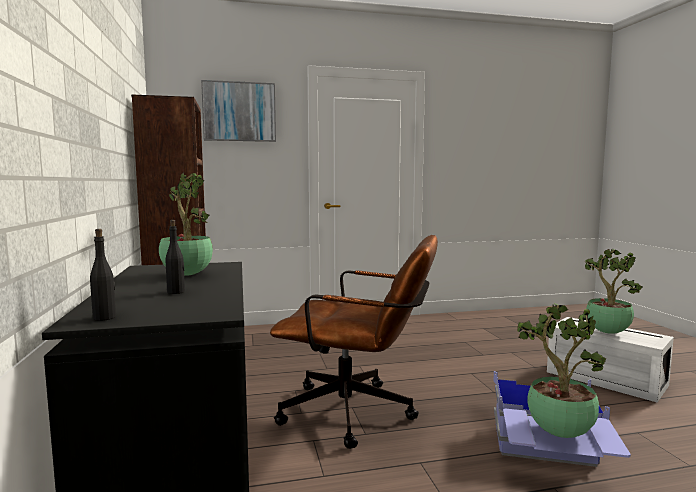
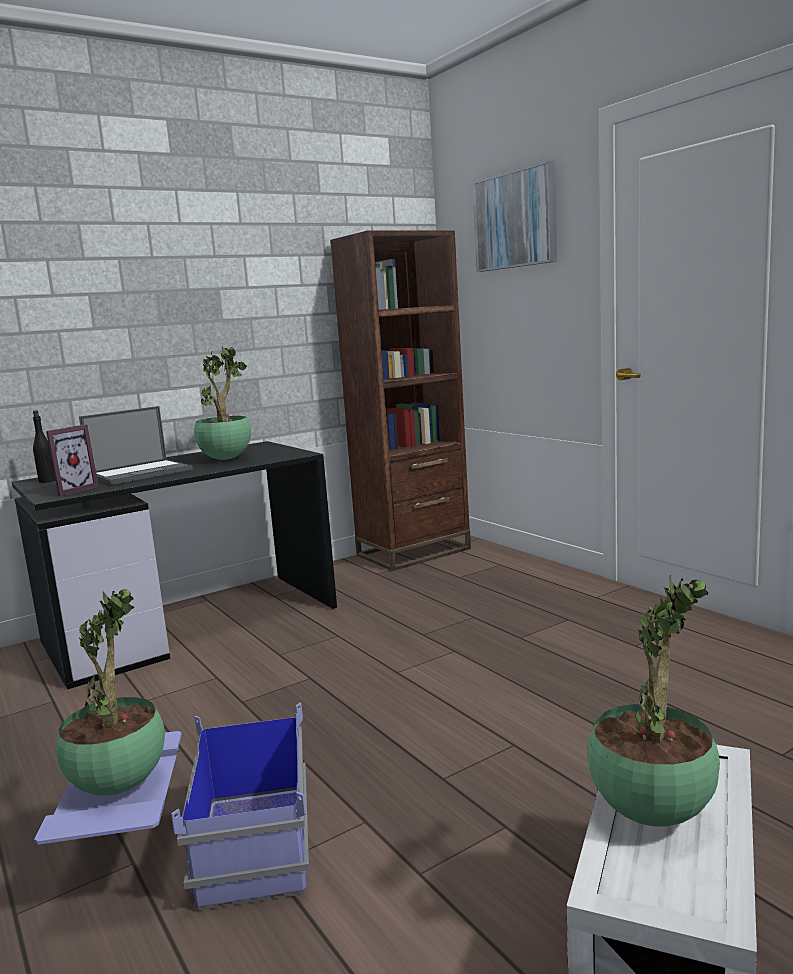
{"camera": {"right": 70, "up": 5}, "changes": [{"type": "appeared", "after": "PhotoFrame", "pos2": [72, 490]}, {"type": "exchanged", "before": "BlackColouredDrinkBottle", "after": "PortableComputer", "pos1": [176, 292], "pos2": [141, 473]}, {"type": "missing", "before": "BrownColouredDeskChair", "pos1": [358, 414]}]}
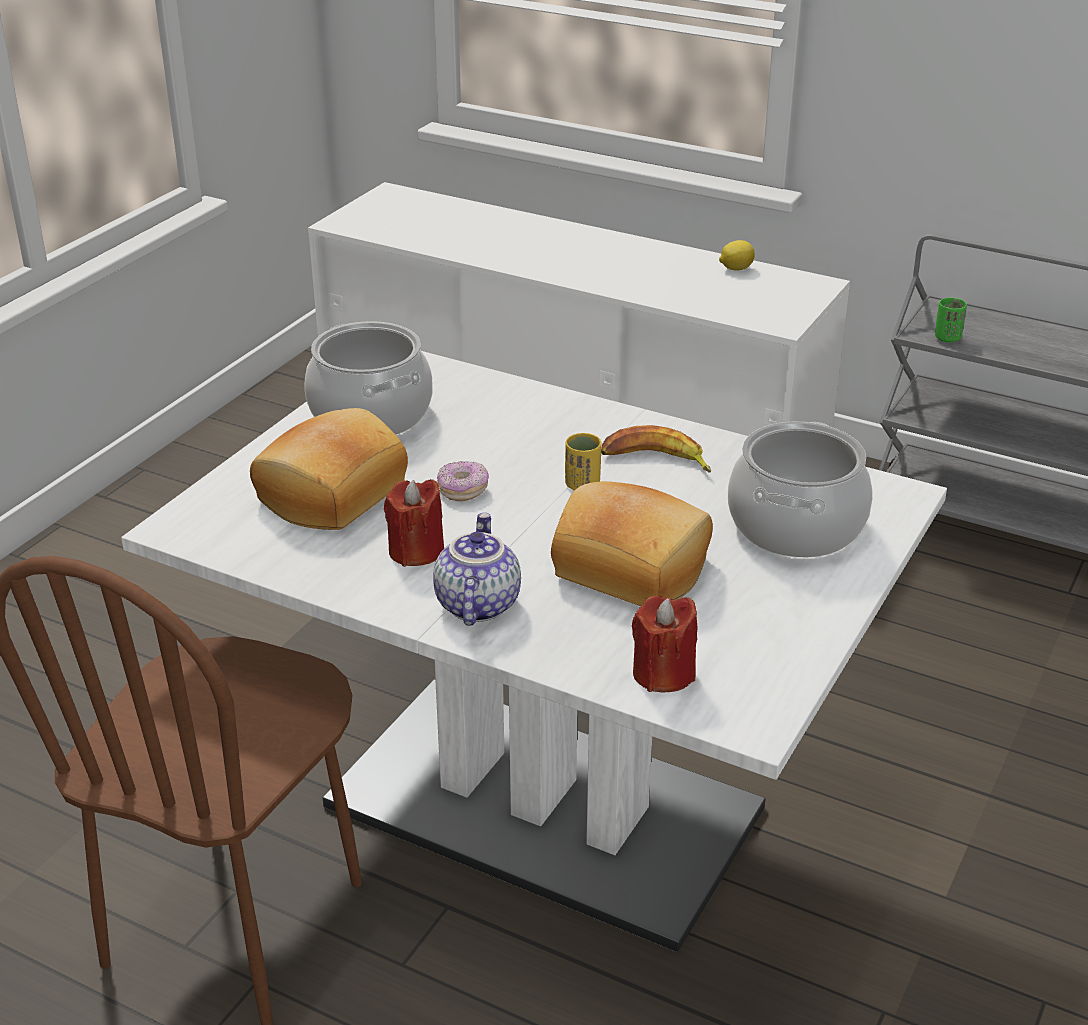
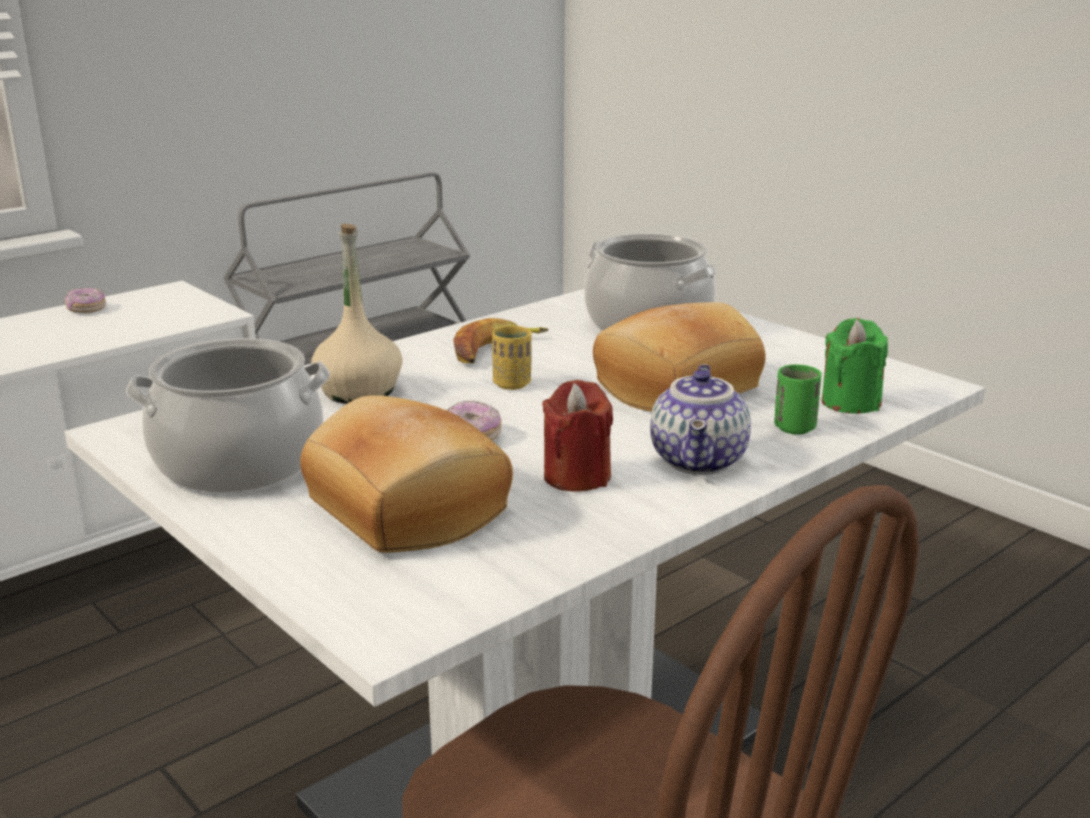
{"camera": {"right": -70, "up": -10}, "changes": [{"type": "exchanged", "before": "Lemon", "after": "Donut", "pos1": [735, 269], "pos2": [86, 309]}, {"type": "appeared", "after": "BeigeDrinkBottle", "pos2": [359, 392]}, {"type": "spun", "before": "PotForTea", "pos1": [475, 604], "pos2": [700, 461], "turn": -105}, {"type": "relocated", "before": "GreenishDrinkingCup", "pos1": [947, 338], "pos2": [794, 428]}, {"type": "colour", "before": "RedColouredCandle", "after": "GreenishCandle", "pos1": [663, 674], "pos2": [850, 402]}]}
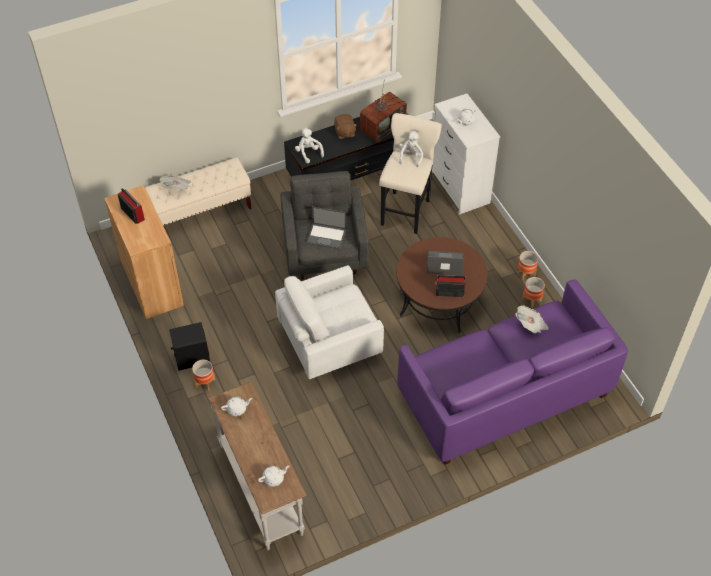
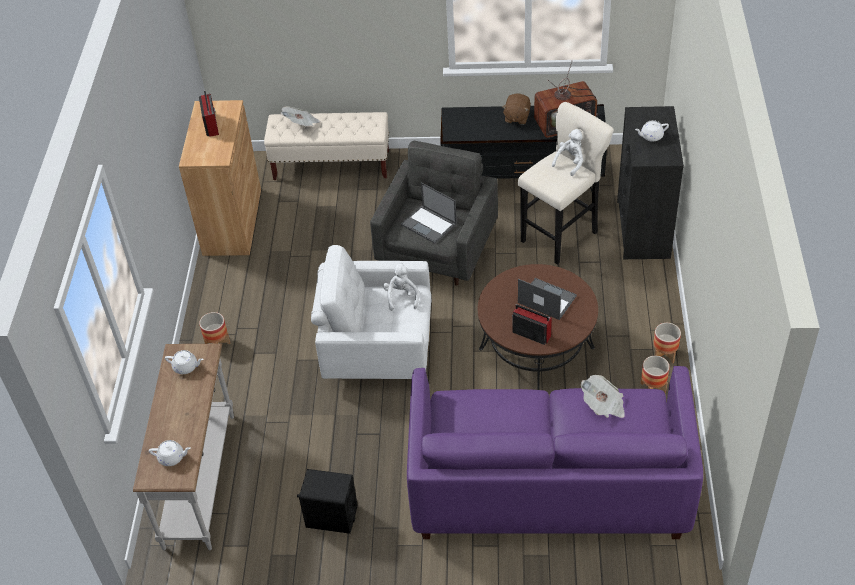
{"camera": {"right": 30, "up": -5}, "changes": [{"type": "relocated", "before": "BlackColouredSpeaker", "pos1": [192, 358], "pos2": [331, 517]}, {"type": "relocated", "before": "WhiteColouredCuddlyToy", "pos1": [308, 153], "pos2": [401, 297]}, {"type": "colour", "before": "WhiteColouredDrawerChest", "after": "BlackColouredDrawerChest", "pos1": [459, 187], "pos2": [642, 229]}]}
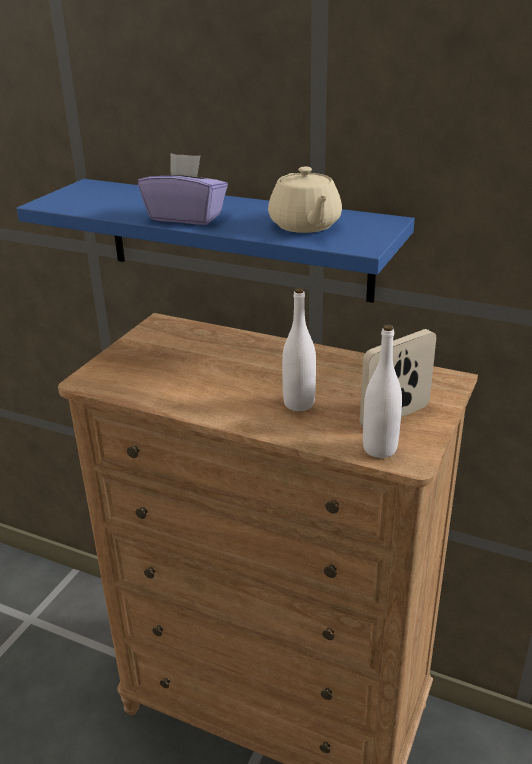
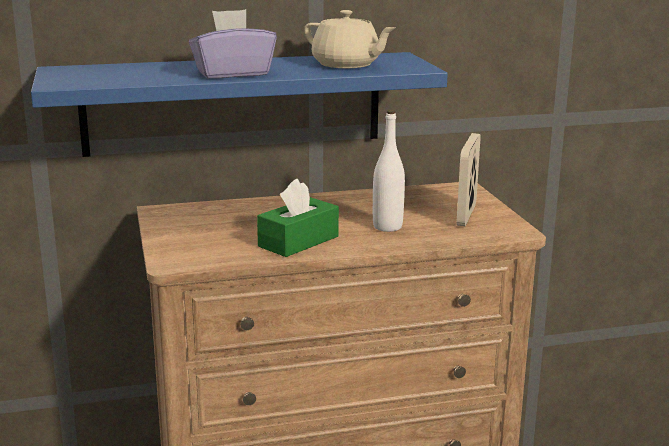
{"camera": {"right": -40, "up": -10}, "changes": [{"type": "appeared", "after": "GreenishBoxOfTissues", "pos2": [298, 241]}, {"type": "missing", "before": "WhiteColouredDrinkBottle", "pos1": [379, 449]}]}
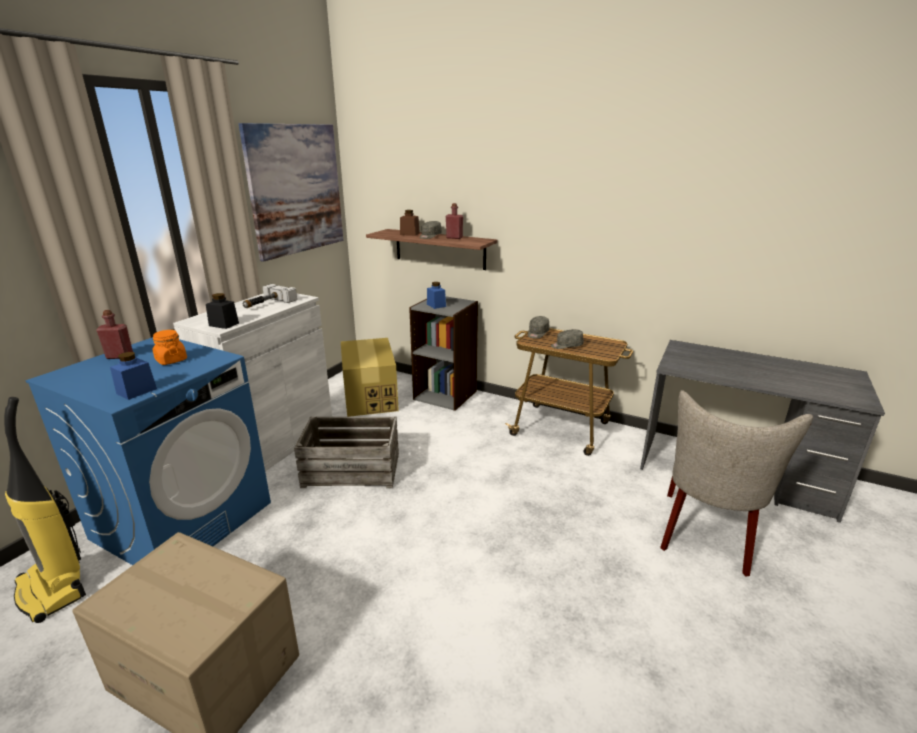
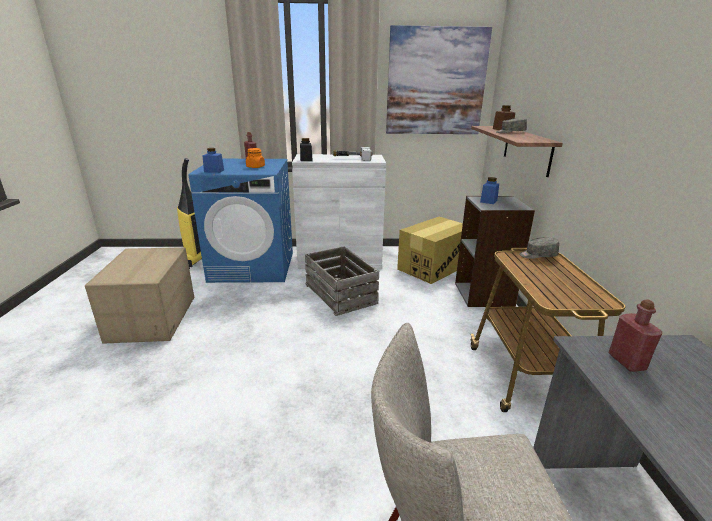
{"camera": {"right": 60, "up": 0}, "changes": [{"type": "relocated", "before": "RedColouredDrinkBottle", "pos1": [454, 238], "pos2": [626, 362]}, {"type": "missing", "before": "GreyBaseballCap", "pos1": [566, 346]}]}
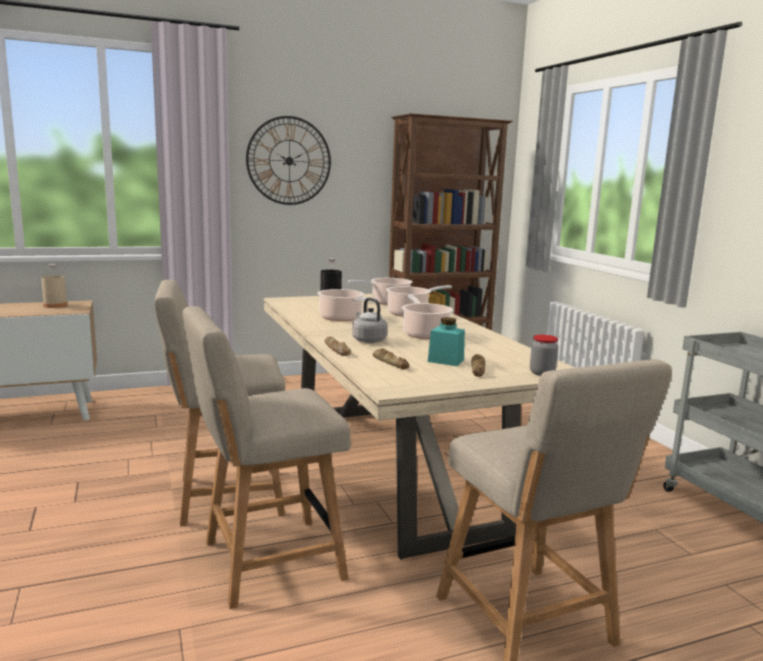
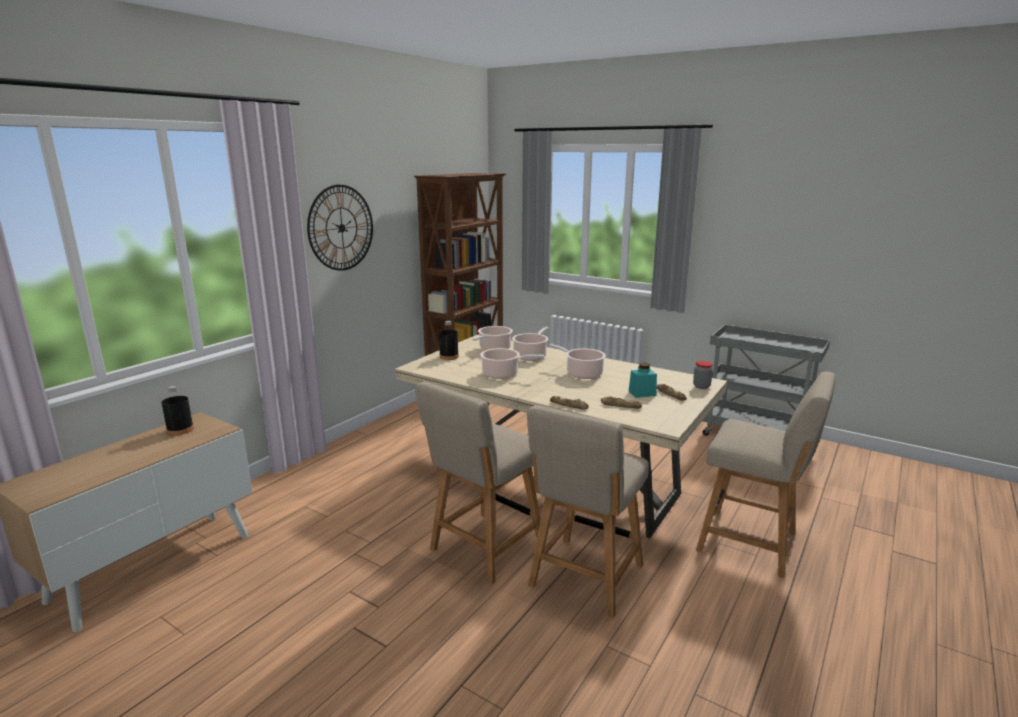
{"camera": {"right": -35, "up": 5}, "changes": [{"type": "colour", "before": "BeigeDrinkBottle", "after": "BlackColouredDrinkBottle", "pos1": [55, 305], "pos2": [180, 430]}, {"type": "missing", "before": "GreyWaterKettle", "pos1": [368, 340]}]}
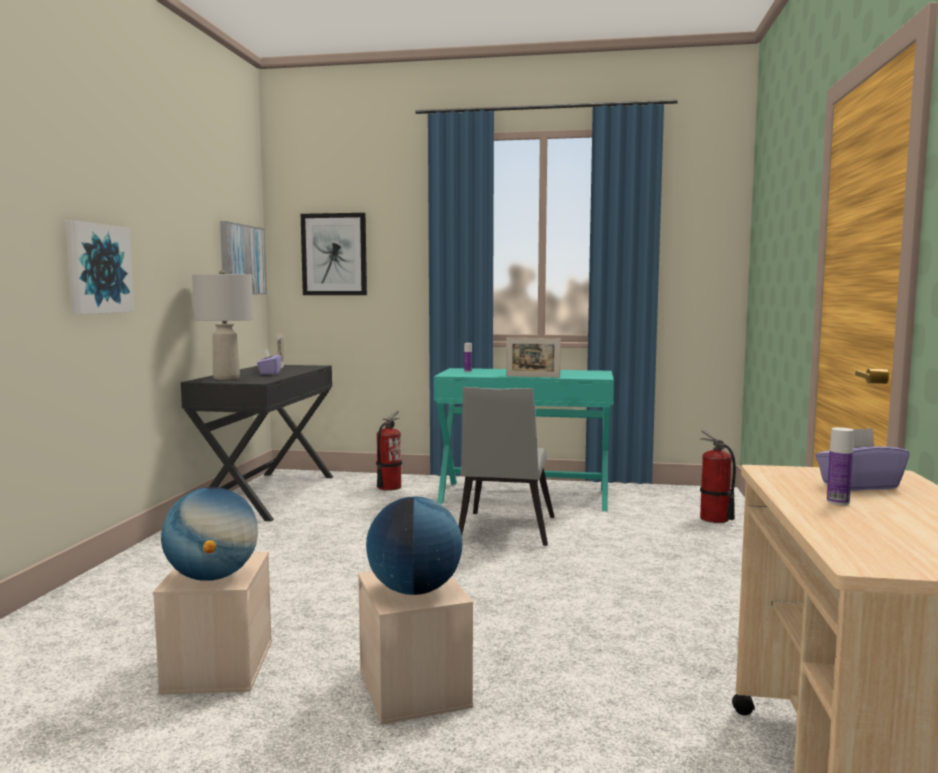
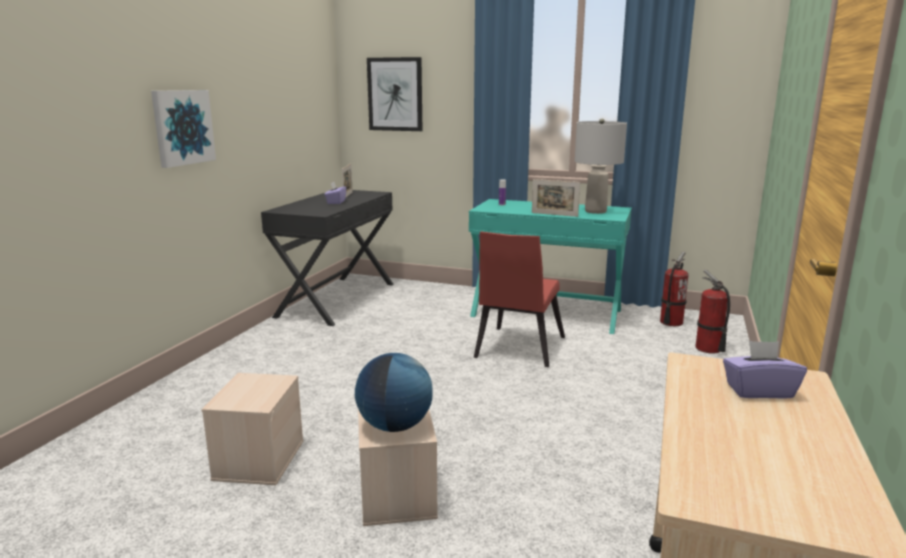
{"camera": {"right": 10, "up": 10}, "changes": [{"type": "colour", "before": "GreyChair", "after": "RedColouredChair", "pos1": [504, 531], "pos2": [517, 349]}, {"type": "relocated", "before": "GreyTabletopLamp", "pos1": [227, 378], "pos2": [596, 211]}, {"type": "relocated", "before": "Extinguisher", "pos1": [388, 487], "pos2": [670, 322]}, {"type": "missing", "before": "WorldGlobe", "pos1": [212, 577]}, {"type": "missing", "before": "WallPicture", "pos1": [242, 259]}, {"type": "missing", "before": "DrinkBottle", "pos1": [837, 502]}]}
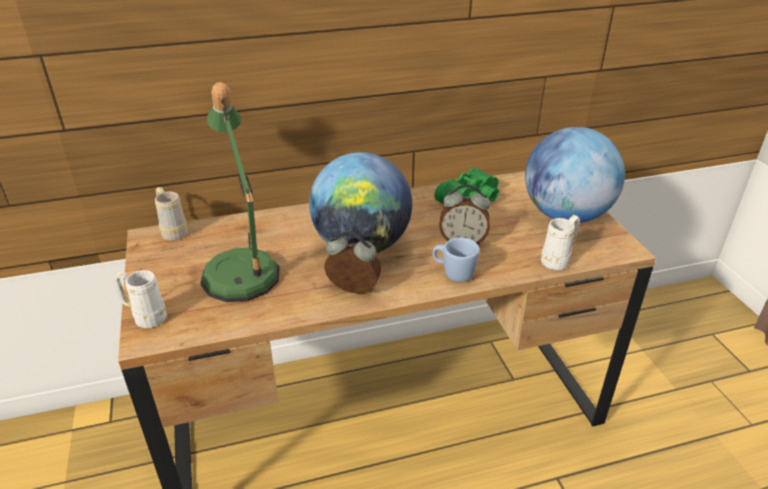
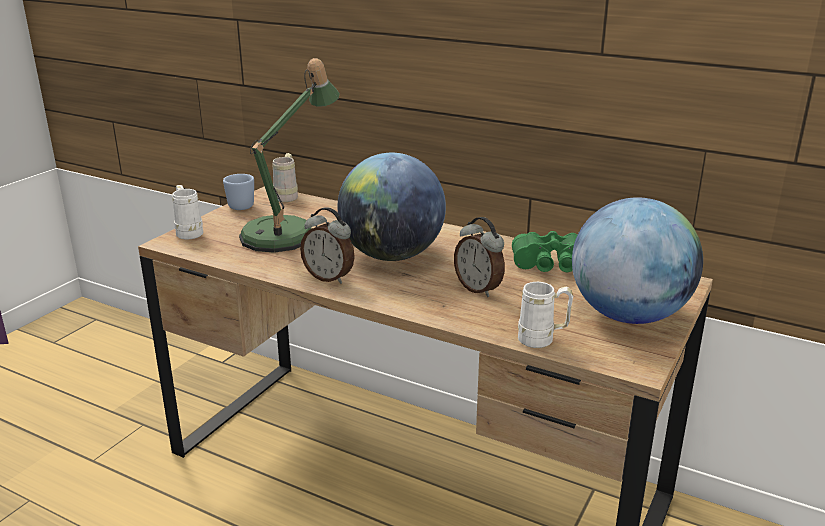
{"camera": {"right": 45, "up": -10}, "changes": [{"type": "relocated", "before": "BlueMug", "pos1": [453, 273], "pos2": [240, 205]}, {"type": "spun", "before": "BedsideClock", "pos1": [352, 291], "pos2": [329, 277], "turn": 150}]}
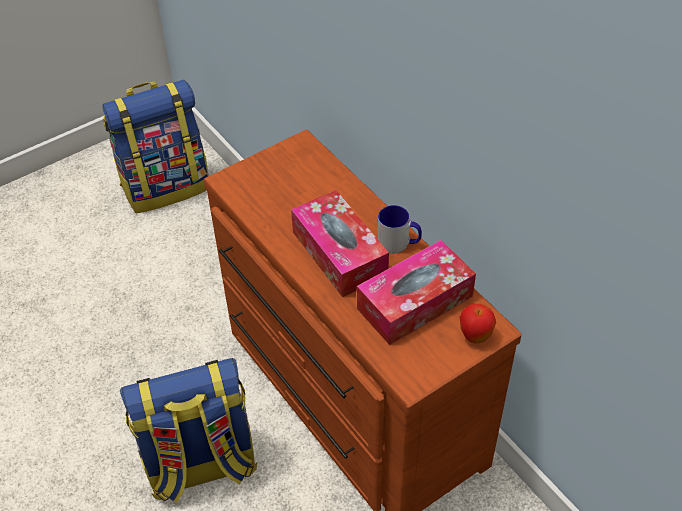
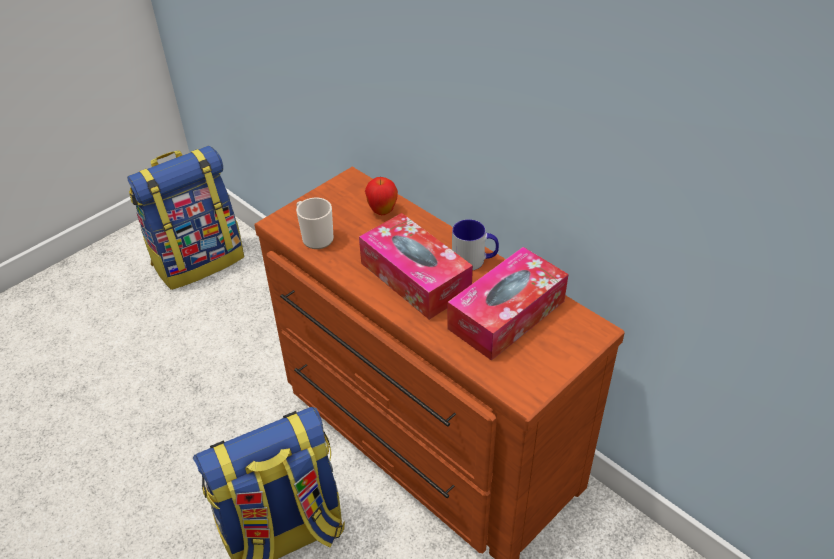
{"camera": {"right": -10, "up": -5}, "changes": [{"type": "appeared", "after": "Mug", "pos2": [315, 237]}, {"type": "relocated", "before": "WholeApple", "pos1": [475, 336], "pos2": [382, 211]}]}
